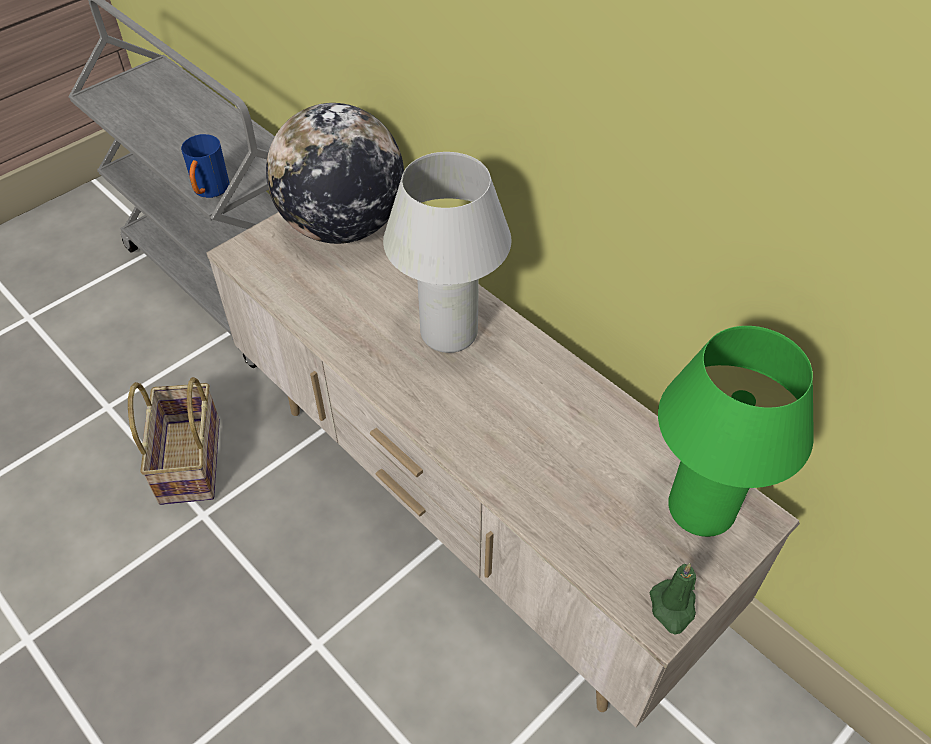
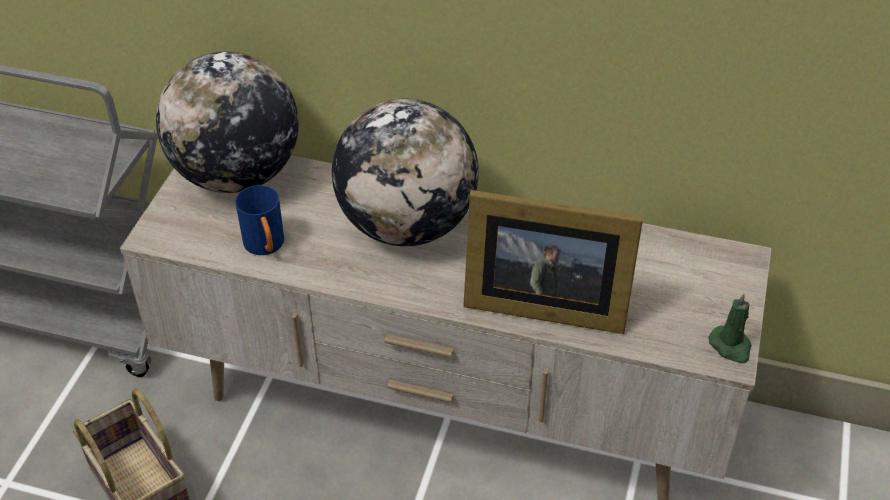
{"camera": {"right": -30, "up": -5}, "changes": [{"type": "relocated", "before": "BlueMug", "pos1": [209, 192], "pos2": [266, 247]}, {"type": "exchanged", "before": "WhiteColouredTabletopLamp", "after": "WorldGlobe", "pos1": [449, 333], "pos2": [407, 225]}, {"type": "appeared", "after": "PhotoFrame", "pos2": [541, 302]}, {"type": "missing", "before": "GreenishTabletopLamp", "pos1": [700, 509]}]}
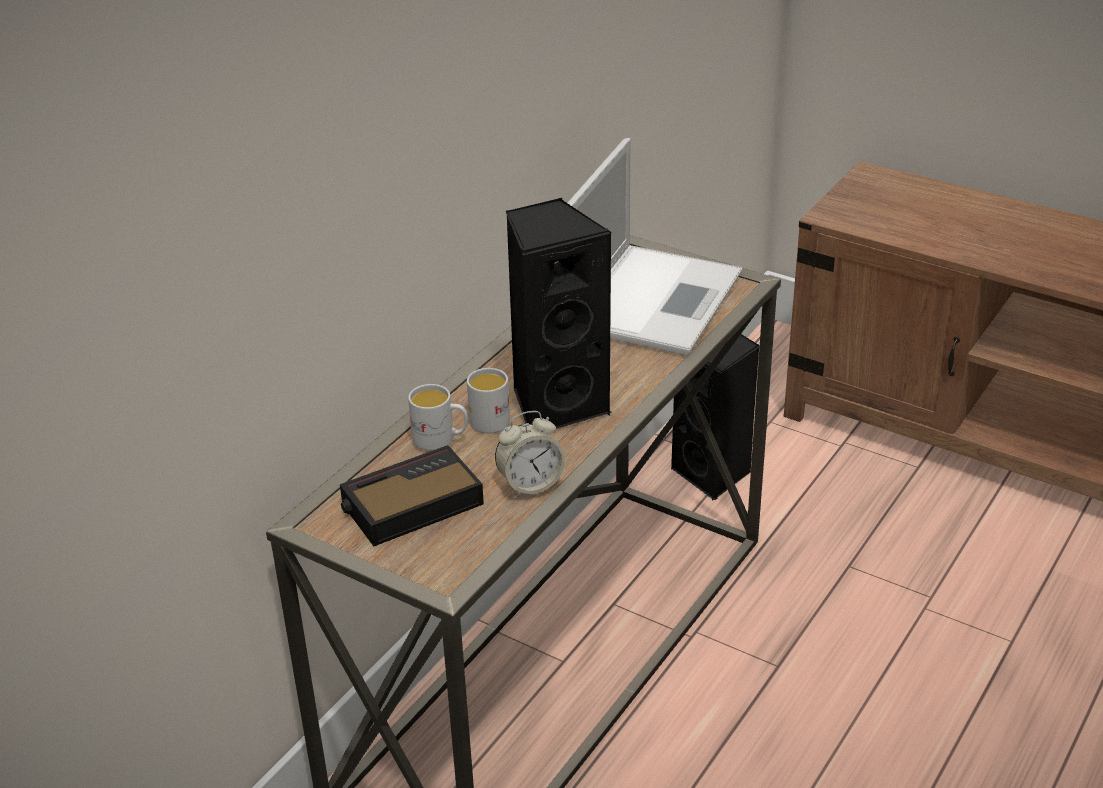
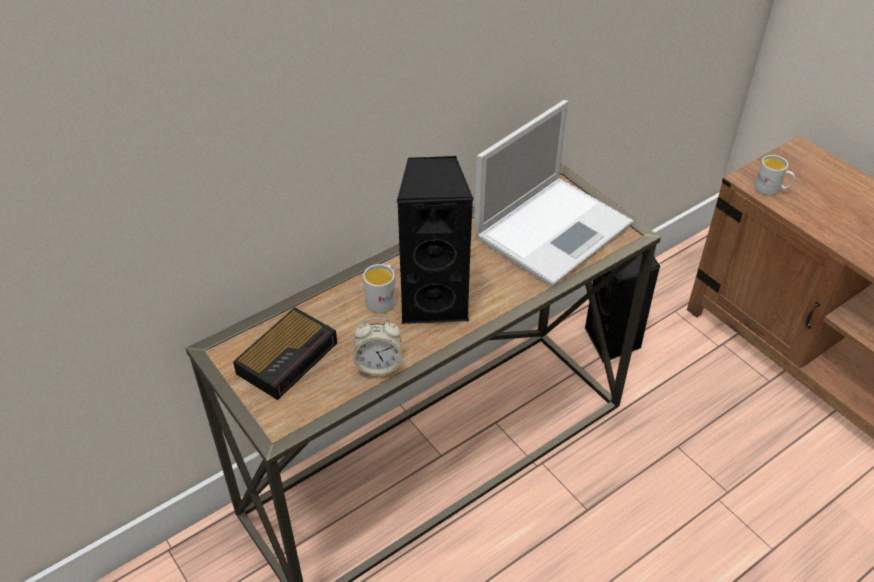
{"camera": {"right": 20, "up": 10}, "changes": [{"type": "spun", "before": "BedsideClock", "pos1": [410, 505], "pos2": [289, 356], "turn": 135}, {"type": "relocated", "before": "WhiteColouredMug", "pos1": [440, 439], "pos2": [771, 189]}]}
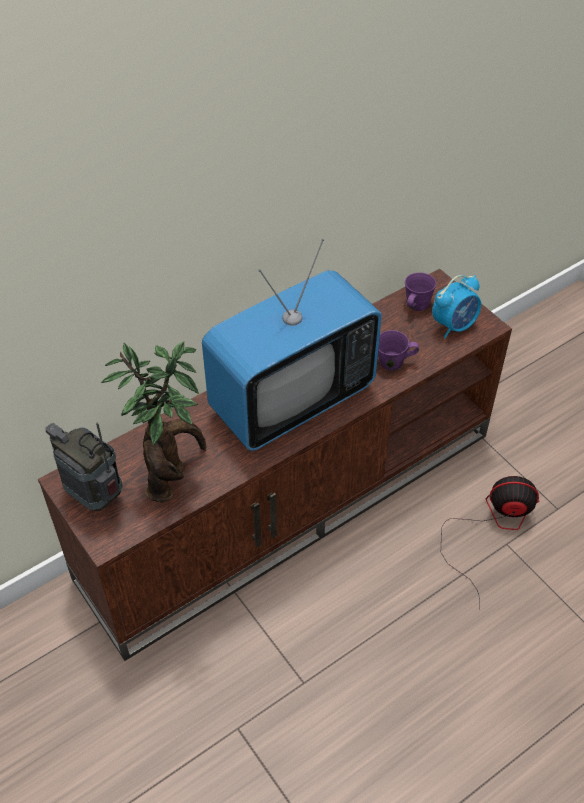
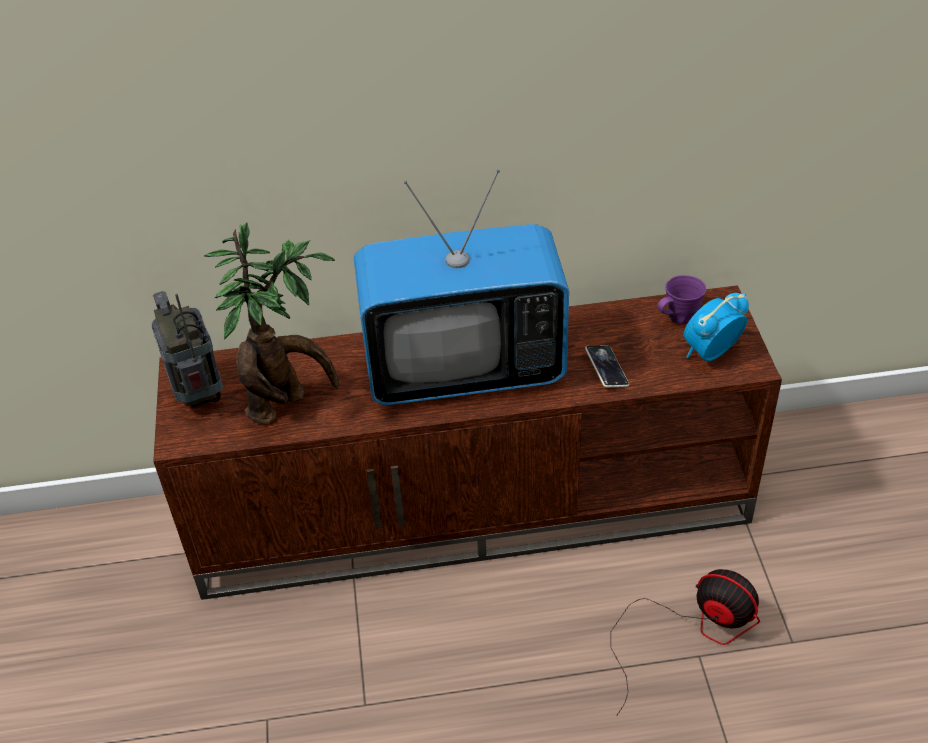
{"camera": {"right": 30, "up": -5}, "changes": [{"type": "exchanged", "before": "PurplishMug", "after": "Handset", "pos1": [393, 362], "pos2": [606, 369]}, {"type": "spun", "before": "BedsideClock", "pos1": [454, 325], "pos2": [710, 352], "turn": 150}]}
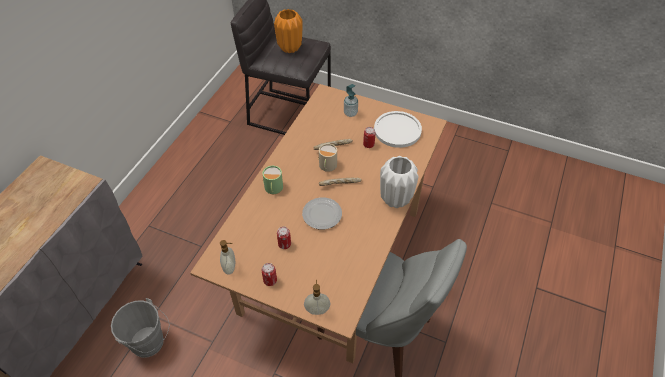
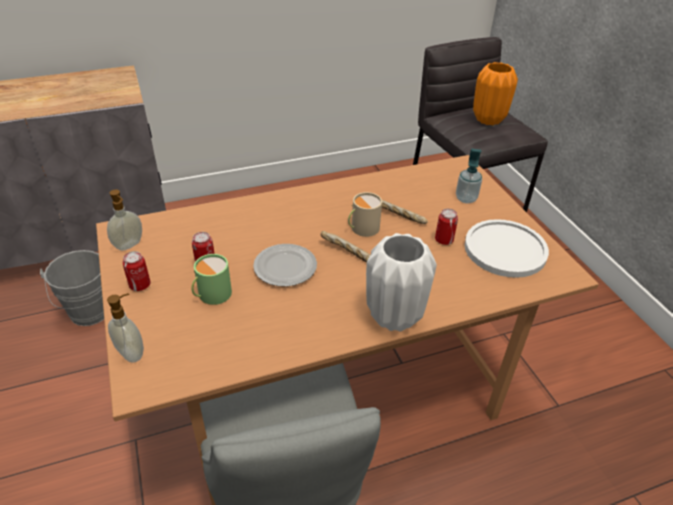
{"camera": {"right": 45, "up": -10}, "changes": [{"type": "relocated", "before": "GreenishMug", "pos1": [273, 188], "pos2": [211, 294]}]}
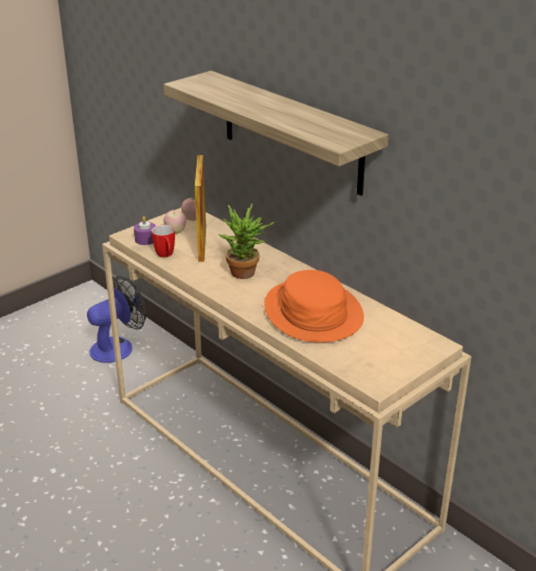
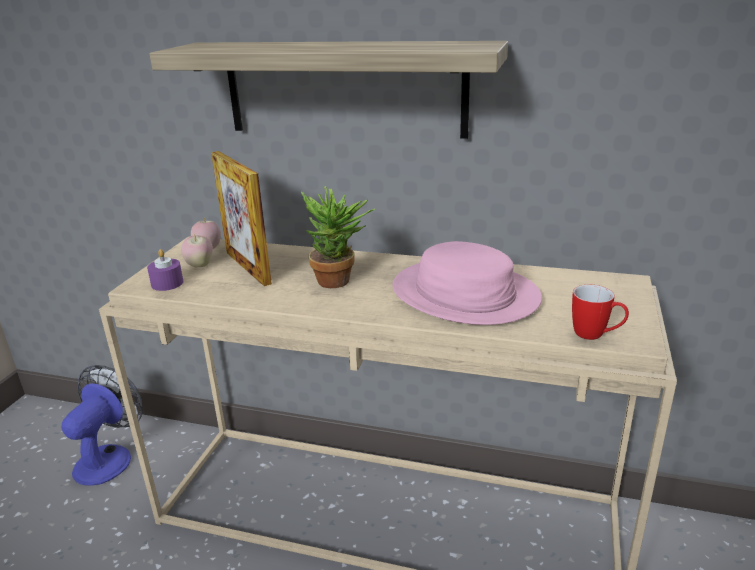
{"camera": {"right": -30, "up": -5}, "changes": [{"type": "colour", "before": "OrangeClothingHat", "after": "PinkishClothingHat", "pos1": [312, 312], "pos2": [464, 294]}, {"type": "relocated", "before": "Mug", "pos1": [166, 256], "pos2": [596, 335]}]}
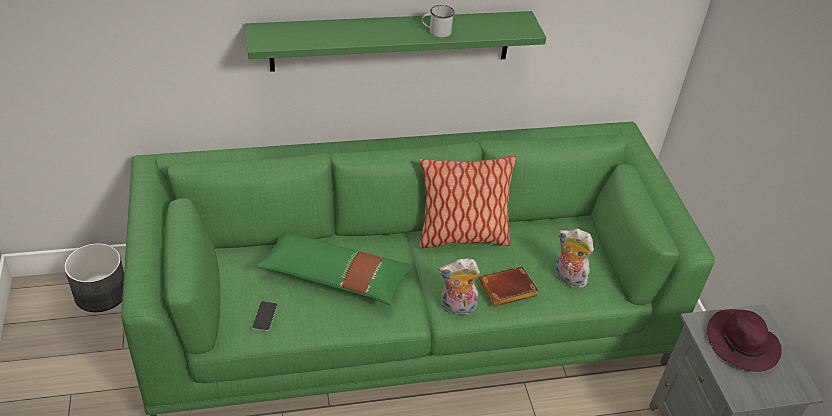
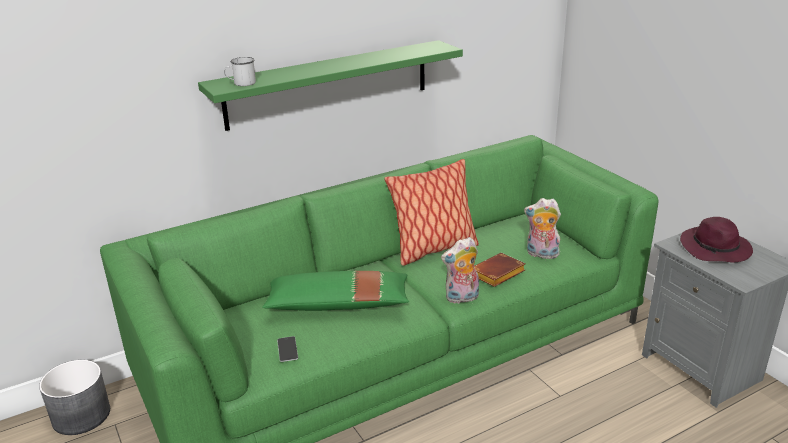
{"camera": {"right": -15, "up": -15}, "changes": [{"type": "relocated", "before": "WhiteColouredMug", "pos1": [436, 32], "pos2": [241, 83]}]}
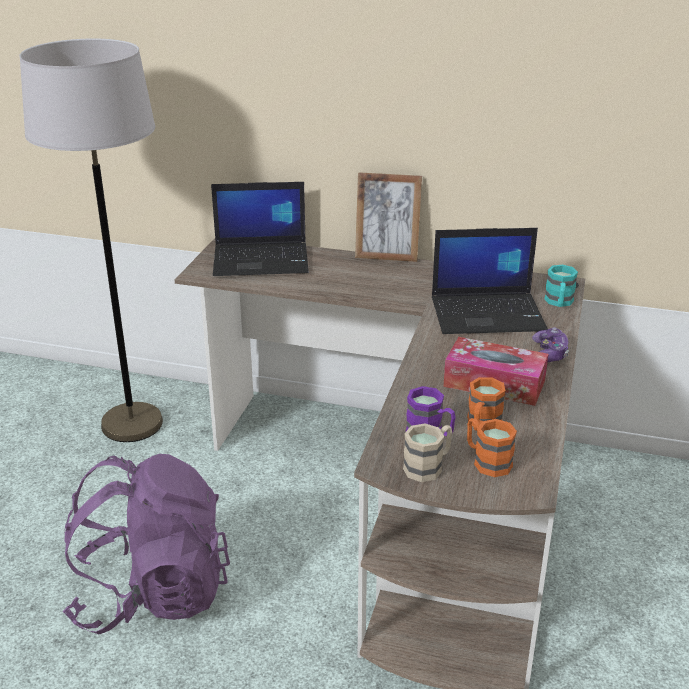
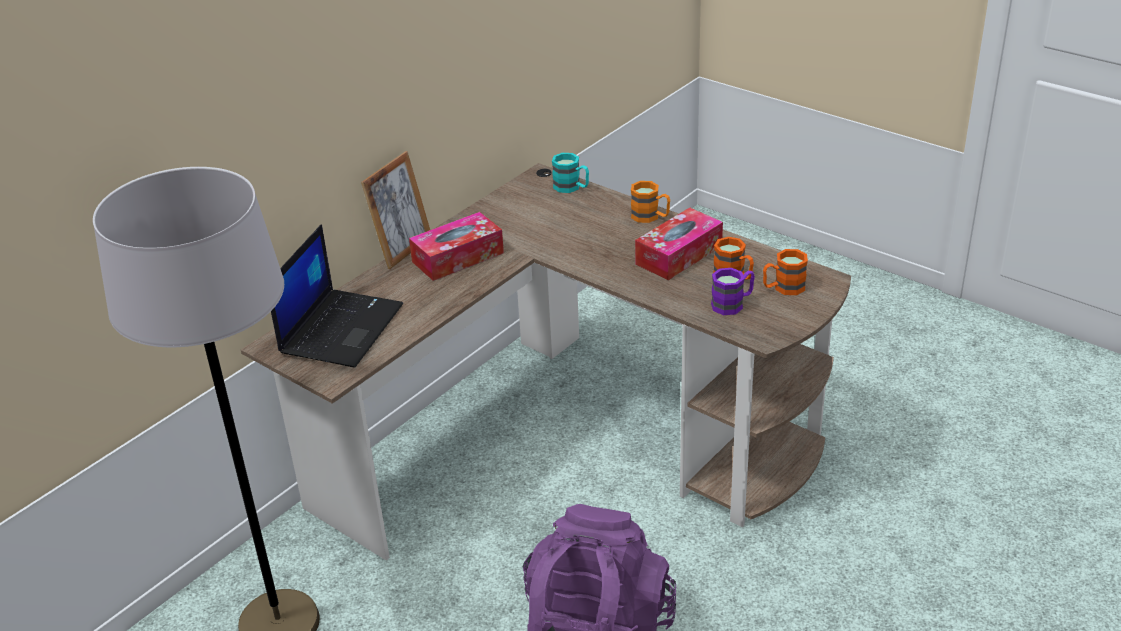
{"camera": {"right": -65, "up": 5}, "changes": [{"type": "appeared", "after": "BoxOfTissues", "pos2": [458, 257]}, {"type": "exchanged", "before": "Gamepad", "after": "OrangeMug", "pos1": [549, 353], "pos2": [650, 217]}, {"type": "missing", "before": "BeigeMug", "pos1": [428, 466]}, {"type": "missing", "before": "PortableComputer", "pos1": [488, 314]}]}
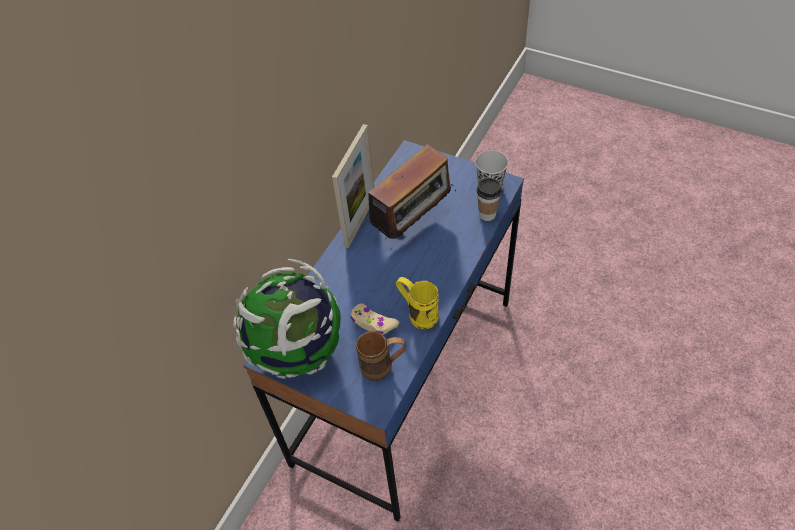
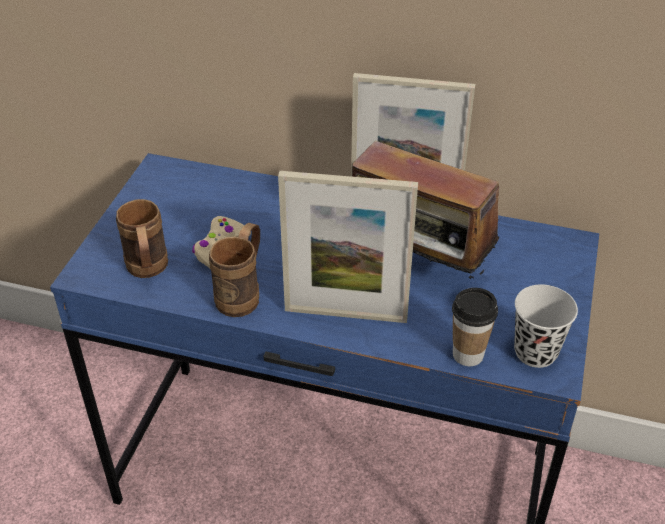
{"camera": {"right": 75, "up": -10}, "changes": [{"type": "colour", "before": "YellowColouredMug", "after": "BrownColouredMug", "pos1": [417, 313], "pos2": [243, 294]}, {"type": "appeared", "after": "PhotoFrame", "pos2": [345, 314]}, {"type": "missing", "before": "WorldGlobe", "pos1": [298, 350]}]}
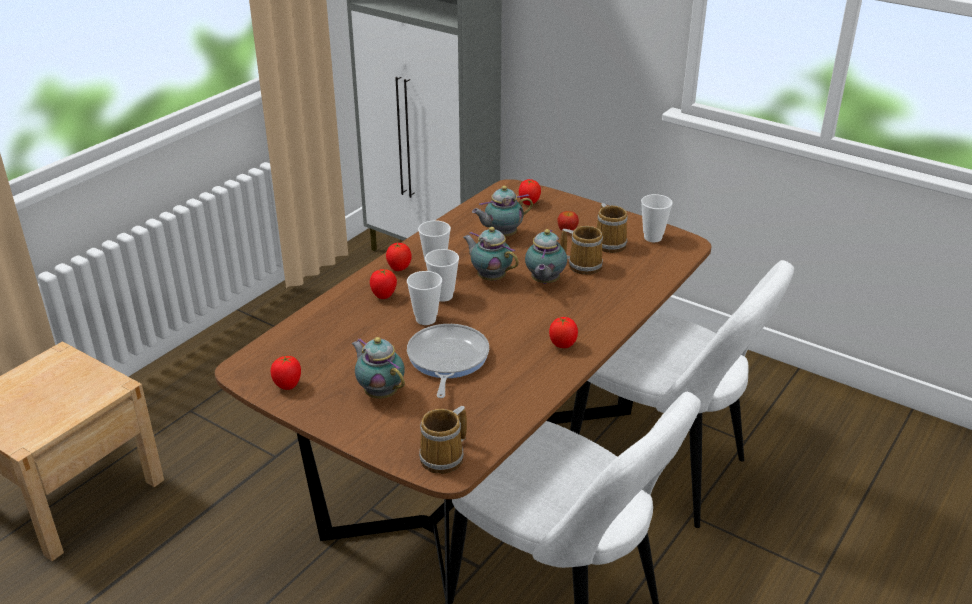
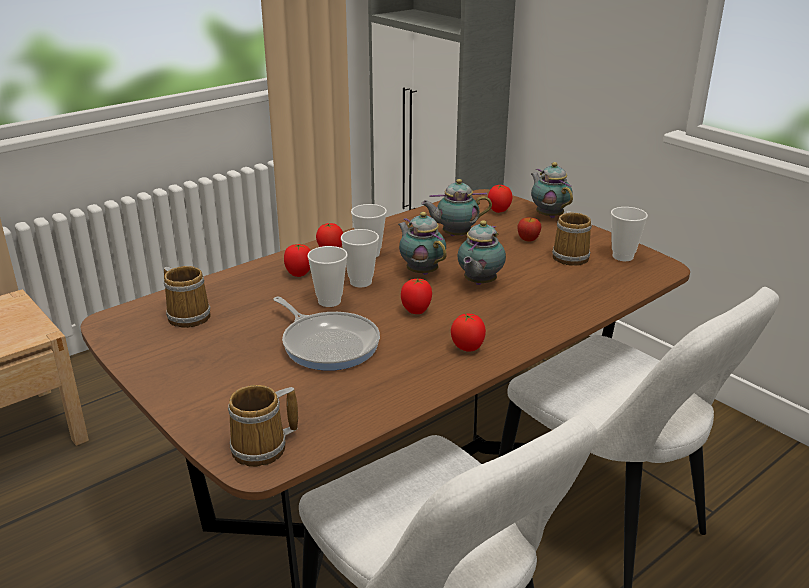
{"camera": {"right": 15, "up": -5}, "changes": [{"type": "relocated", "before": "Mug", "pos1": [583, 265], "pos2": [188, 315]}, {"type": "spun", "before": "Skillet", "pos1": [447, 360], "pos2": [328, 344], "turn": 120}, {"type": "relocated", "before": "WholeTomato", "pos1": [288, 386], "pos2": [416, 311]}, {"type": "relocated", "before": "PotForTea", "pos1": [380, 392], "pos2": [548, 215]}]}
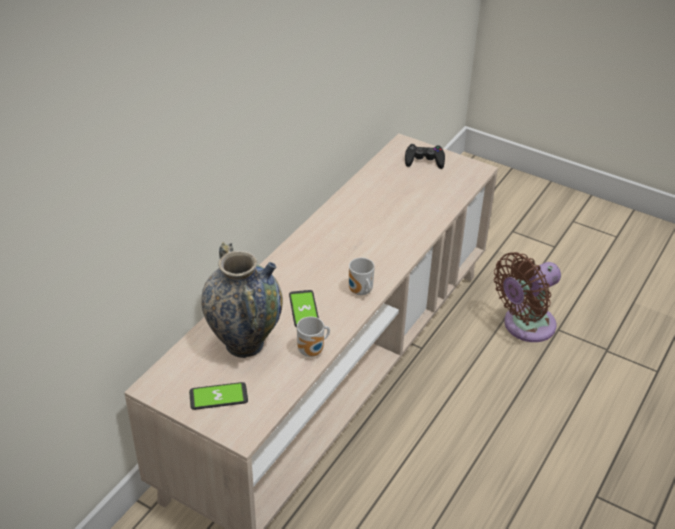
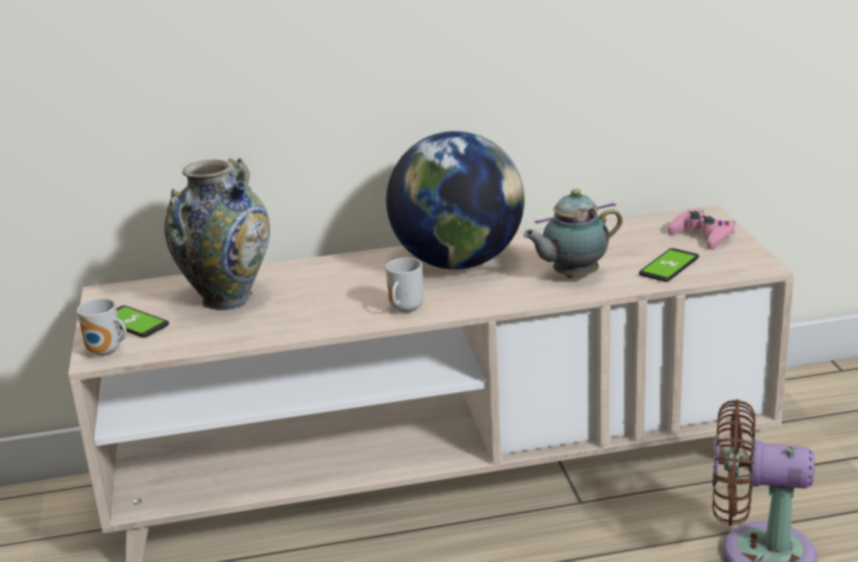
{"camera": {"right": 50, "up": -15}, "changes": [{"type": "relocated", "before": "Mug", "pos1": [313, 351], "pos2": [106, 352]}, {"type": "appeared", "after": "WorldGlobe", "pos2": [458, 262]}, {"type": "appeared", "after": "PotForTea", "pos2": [572, 276]}, {"type": "relocated", "before": "Handset", "pos1": [304, 309], "pos2": [669, 266]}, {"type": "colour", "before": "BlackColouredGamepad", "after": "PinkishGamepad", "pos1": [424, 160], "pos2": [702, 235]}]}
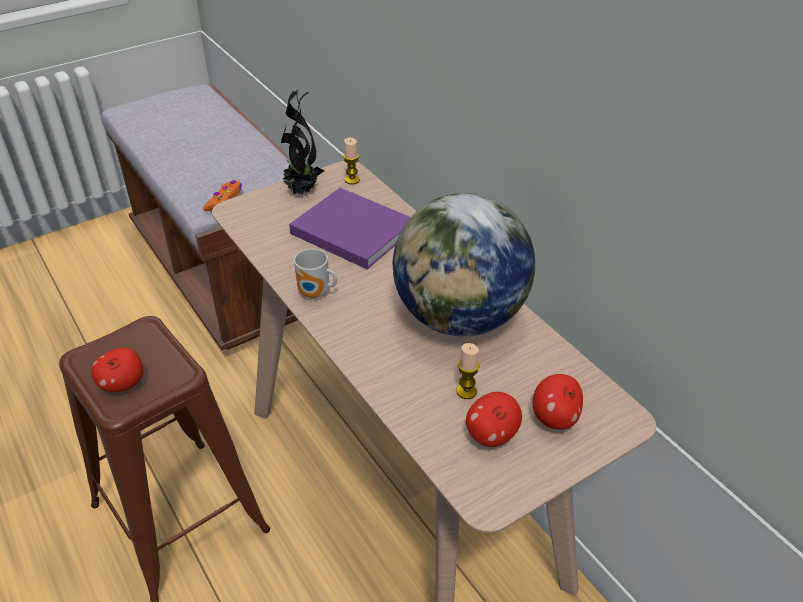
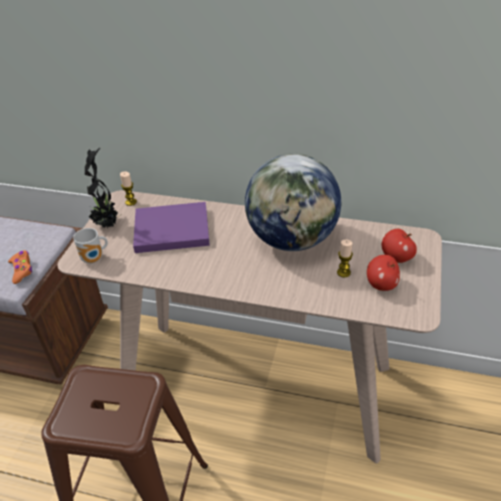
{"camera": {"right": -40, "up": 0}, "changes": [{"type": "relocated", "before": "Mug", "pos1": [315, 294], "pos2": [94, 259]}, {"type": "missing", "before": "WholeApple", "pos1": [123, 384]}]}
